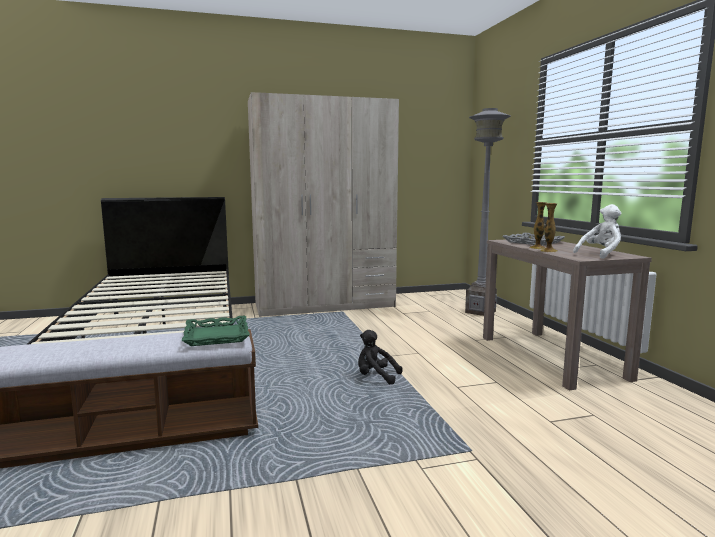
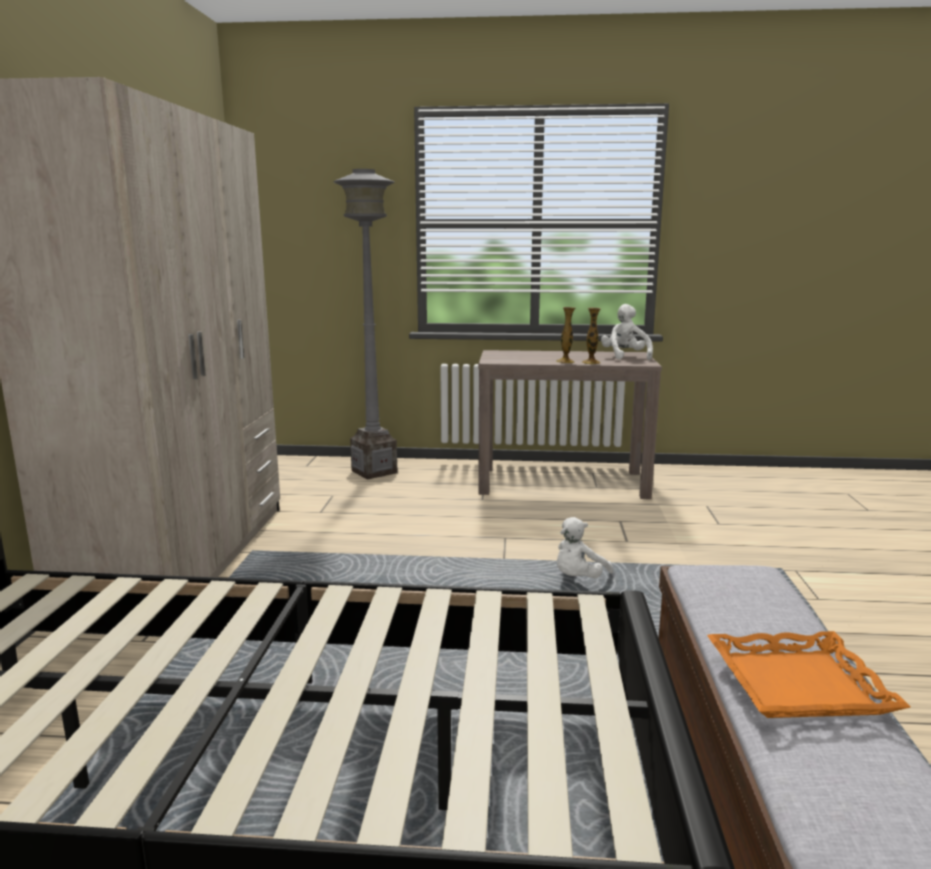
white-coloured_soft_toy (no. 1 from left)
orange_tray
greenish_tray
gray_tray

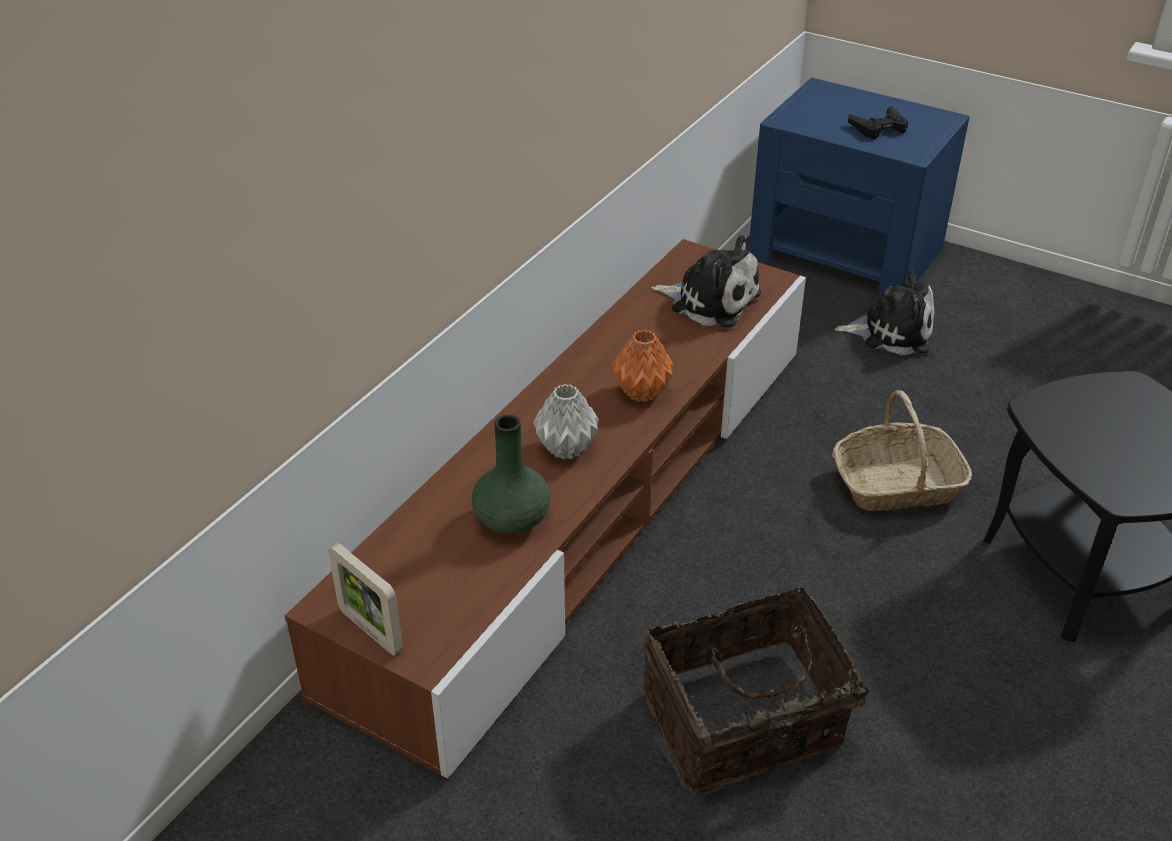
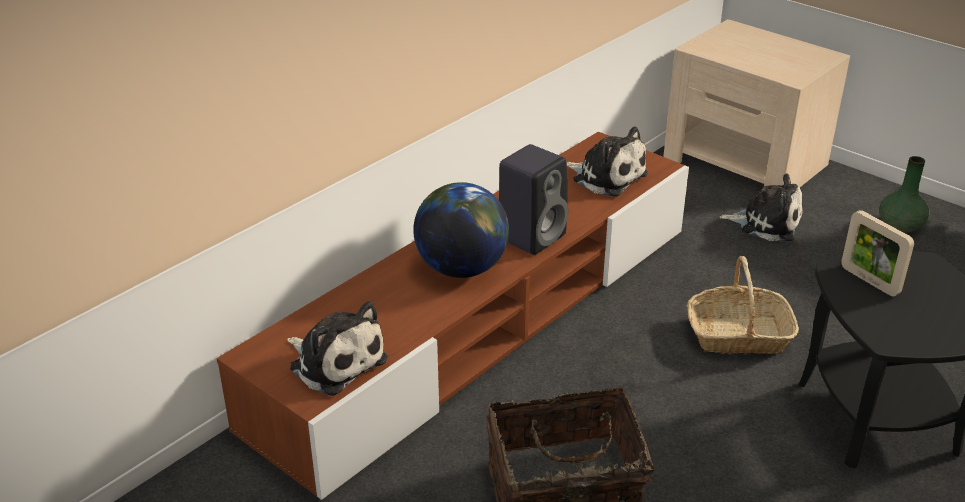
soft_toy (no. 1 from left)
desk_globe
blackish_audio_speaker
sand-coloured_night_table
picture_frame
greenish_flower_vase
blackish_joypad

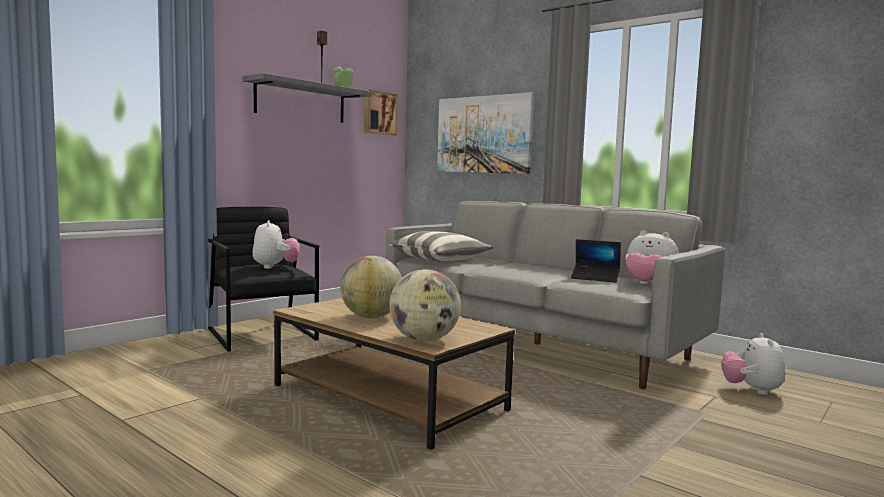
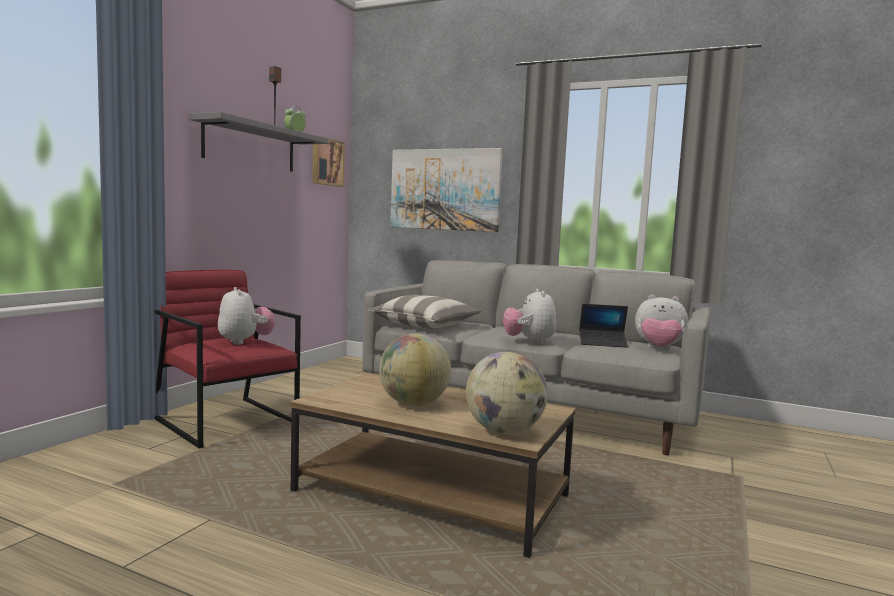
reddish_armchair
soft_toy (no. 2 from left)

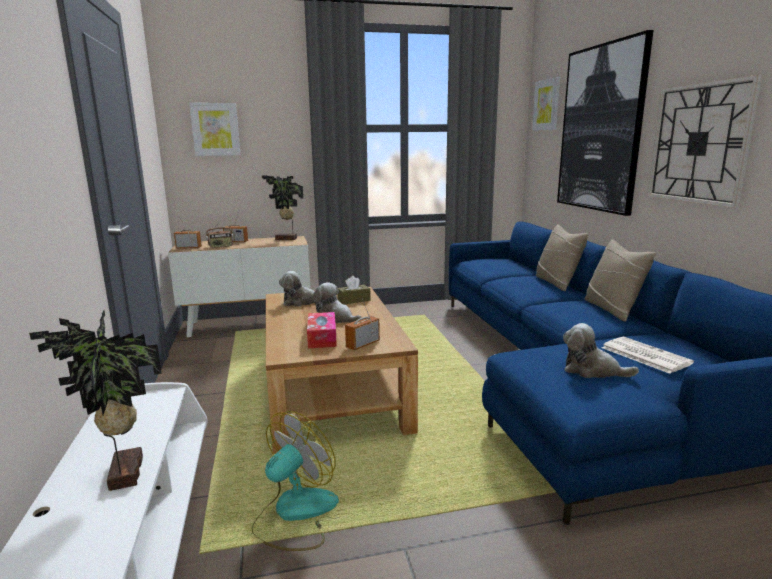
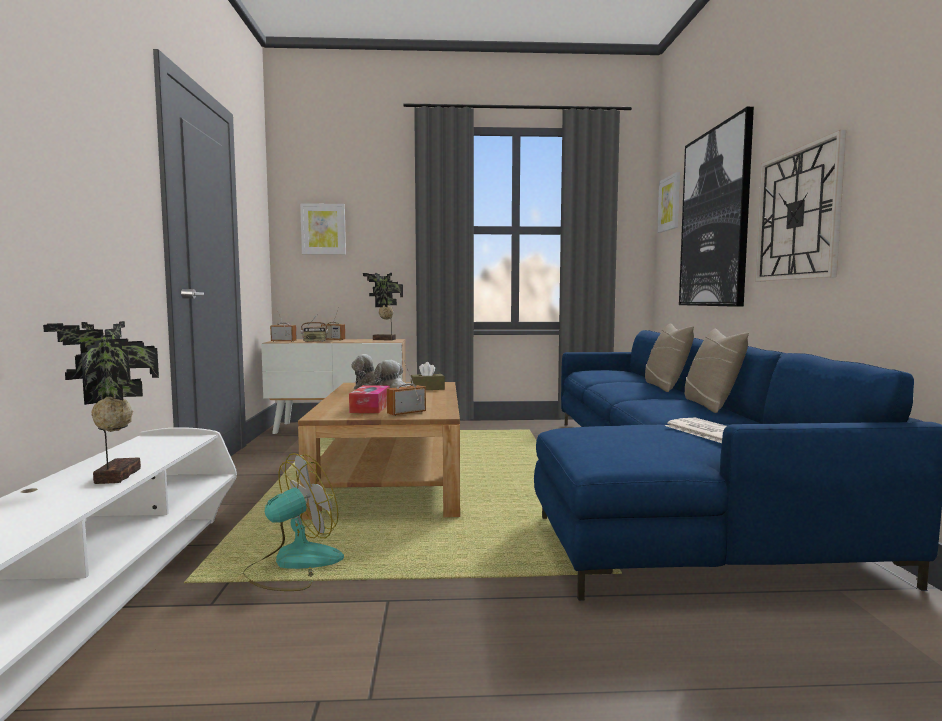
soft_toy (no. 3 from left in the first image)

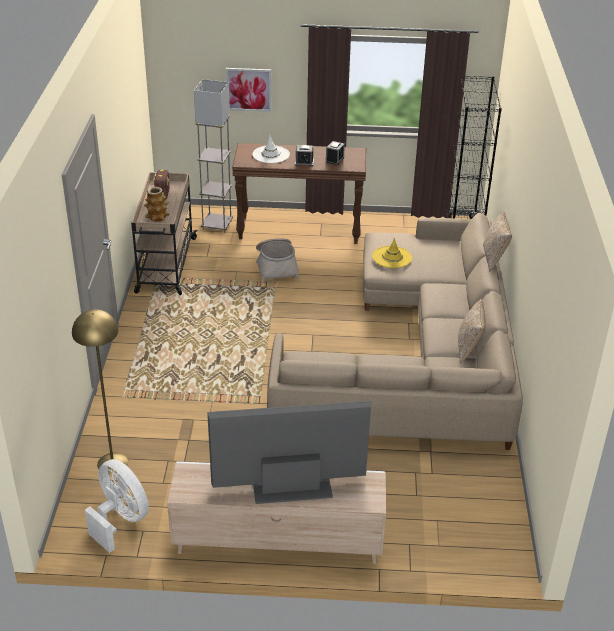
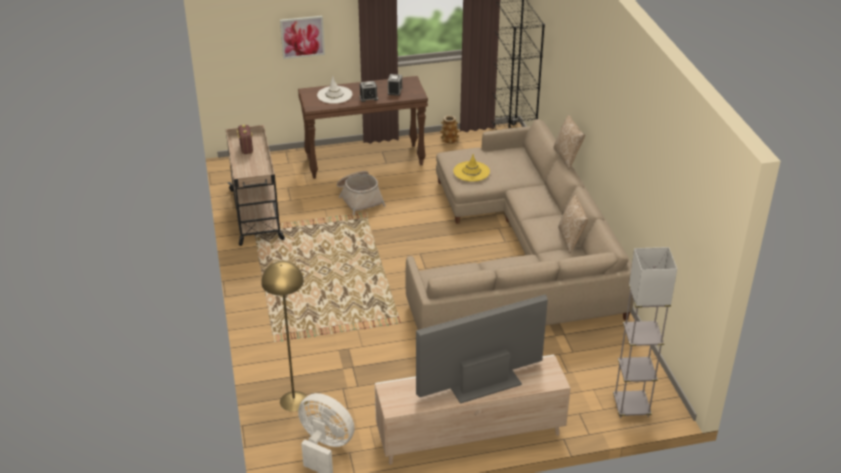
flower_vase
gray_floor_lamp

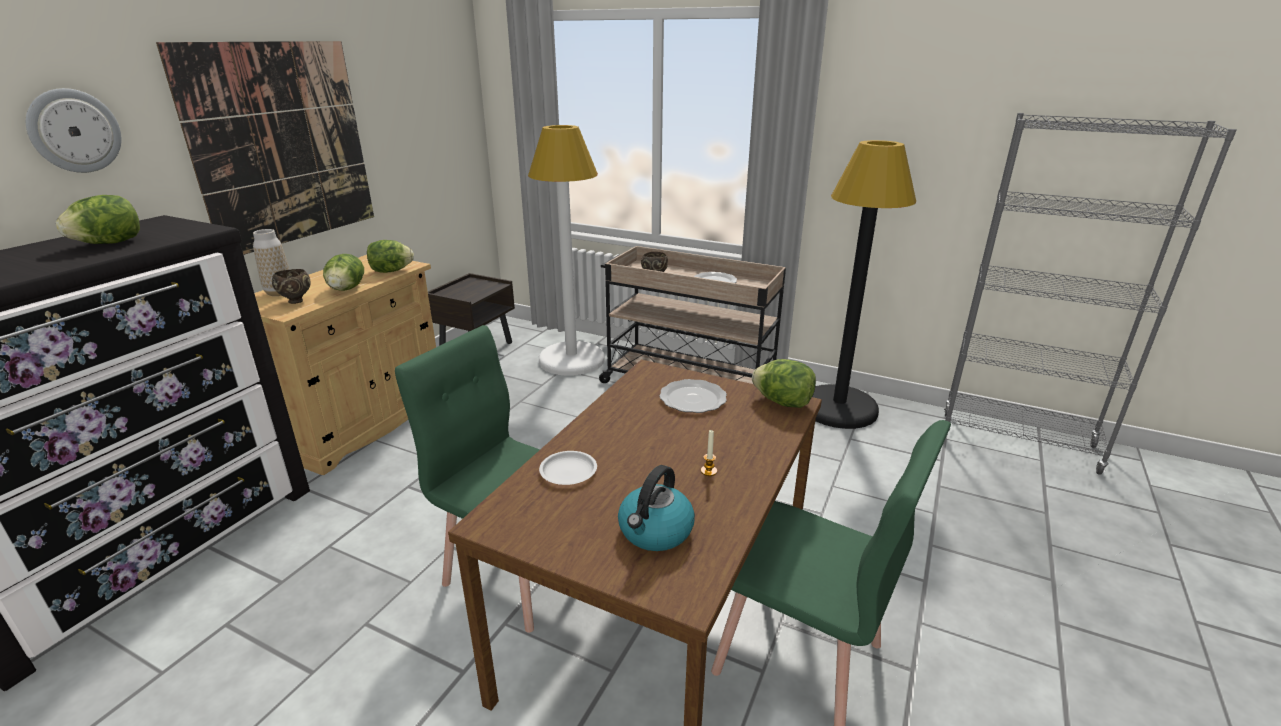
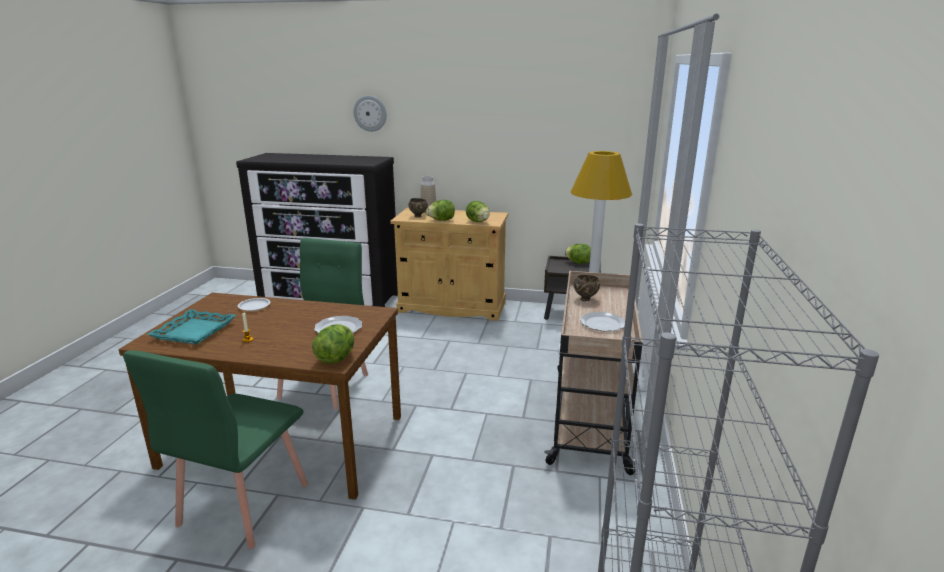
blue-green_tray
head_of_lettuce (no. 4 from left)
wall_picture
blackish_floor_lamp

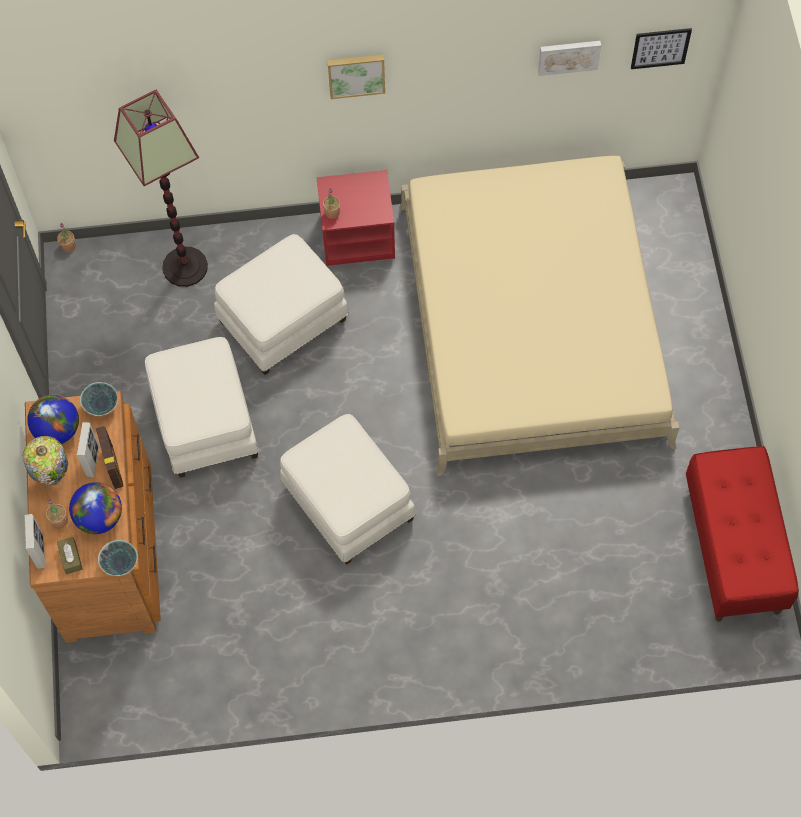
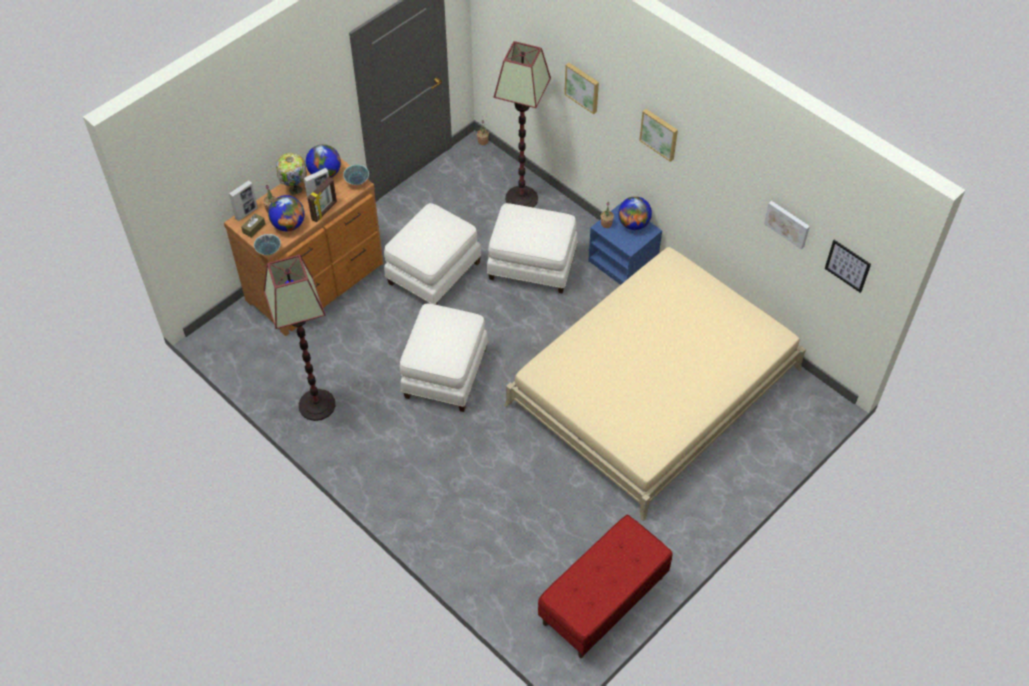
floor_lamp (no. 1 from left)
wall_picture (no. 1 from left)
blue-coloured_night_table
desk_globe (no. 3 from left)

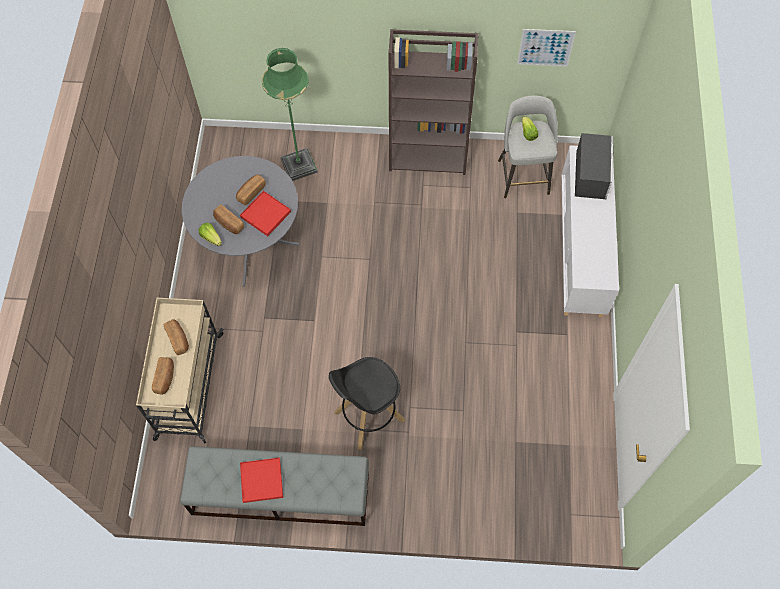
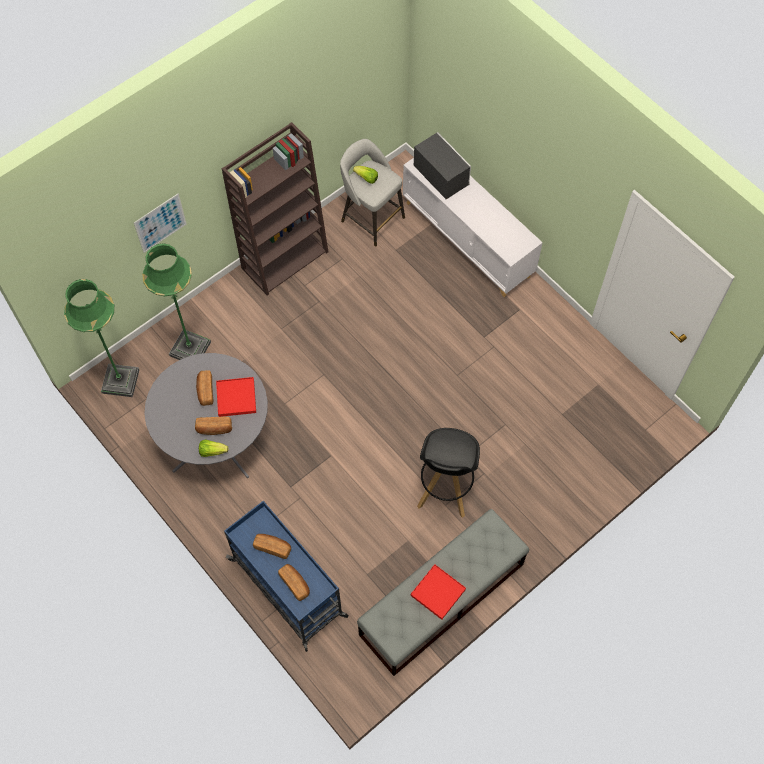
greenish_floor_lamp (no. 1 from left)
wall_picture
blue-coloured_cart

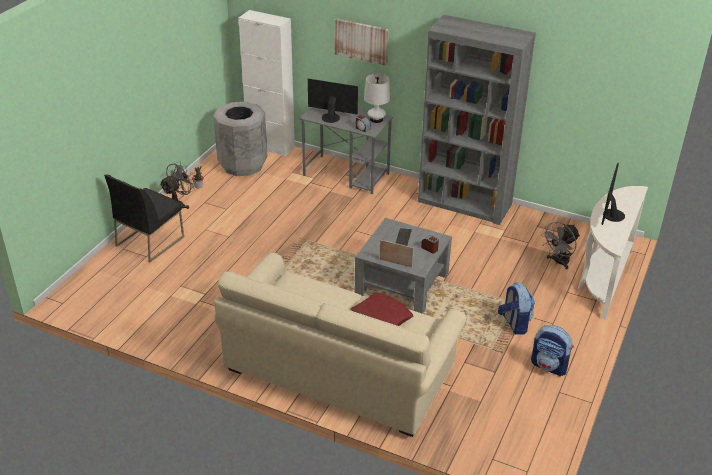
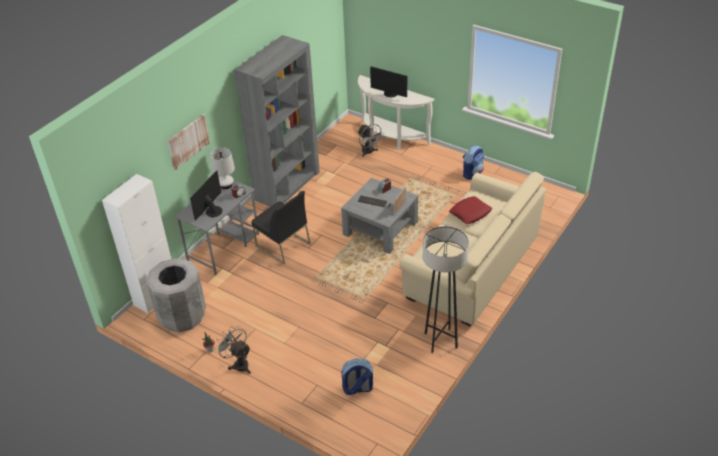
blackish_plain_chair
knapsack (no. 1 from left)
gray_floor_lamp

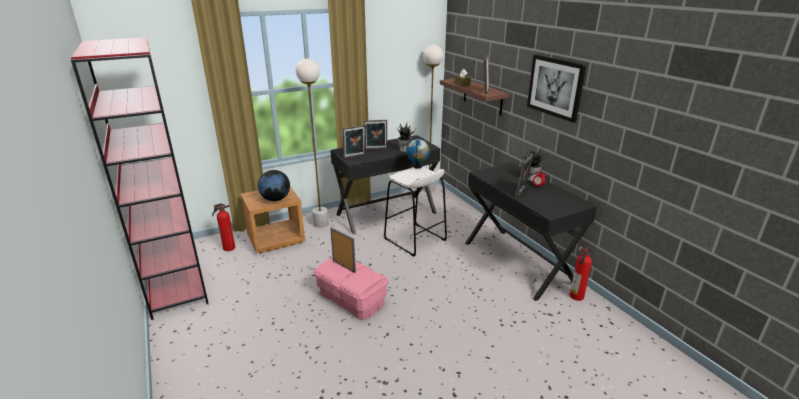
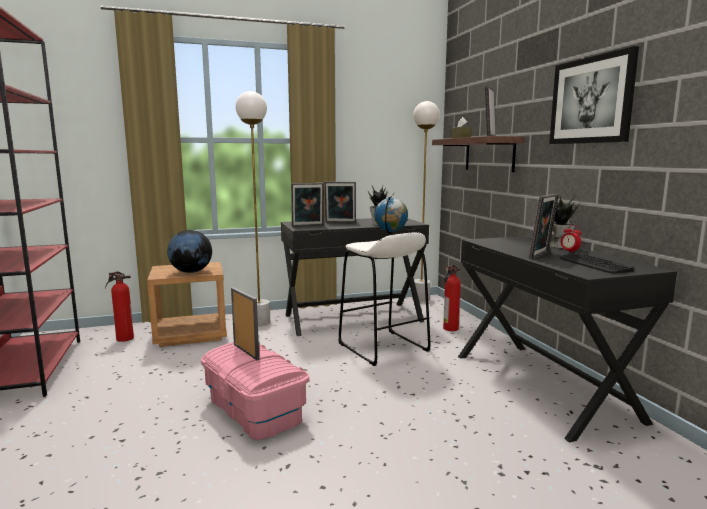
fire_extinguisher (no. 2 from left)
keyboard

